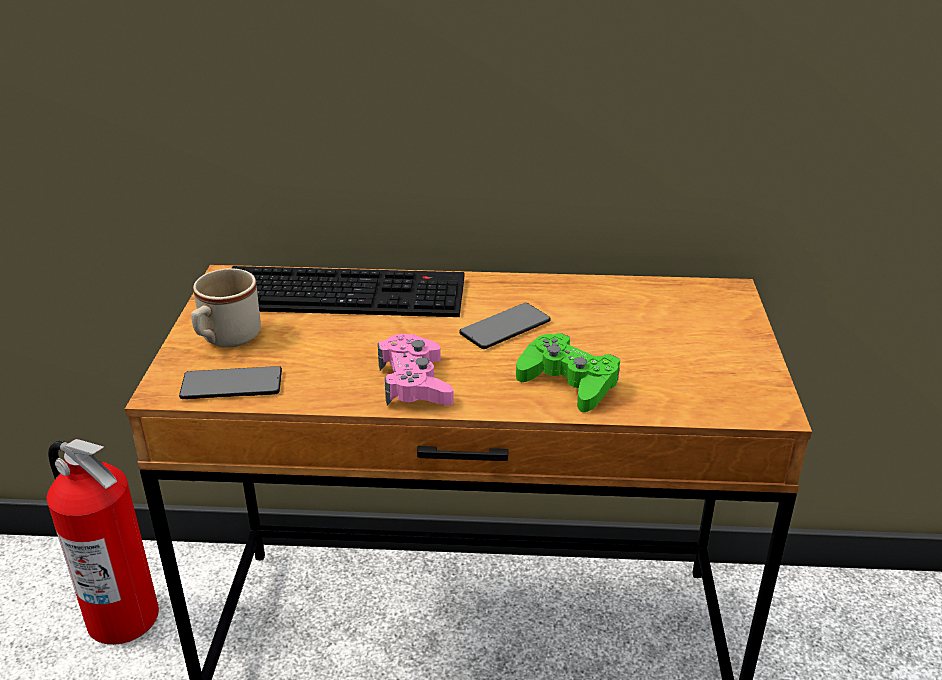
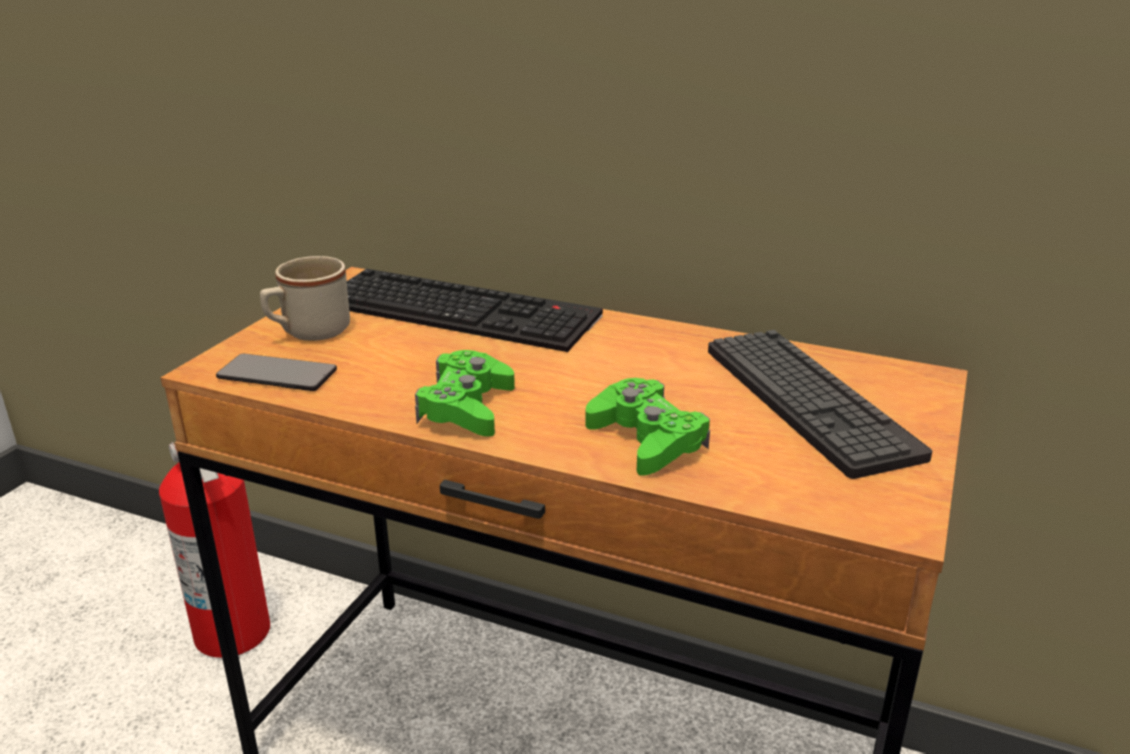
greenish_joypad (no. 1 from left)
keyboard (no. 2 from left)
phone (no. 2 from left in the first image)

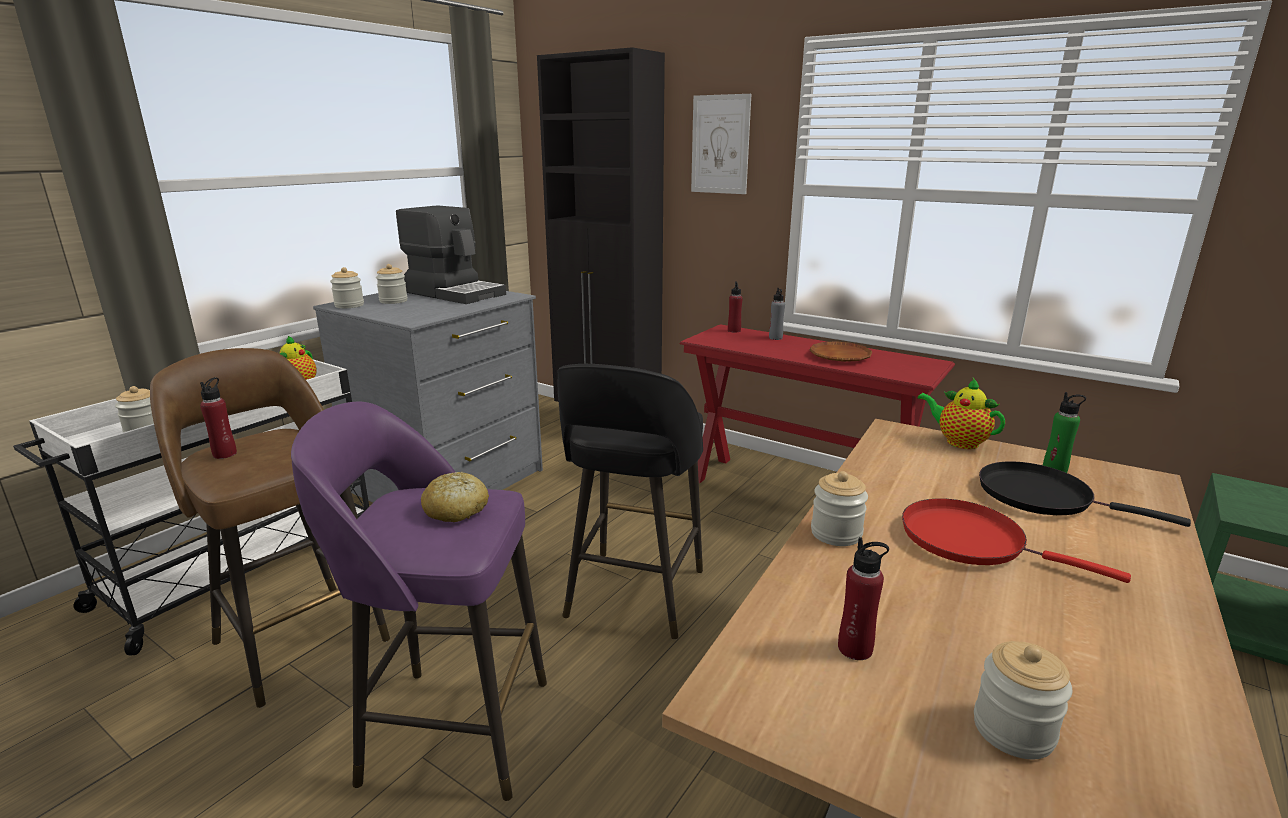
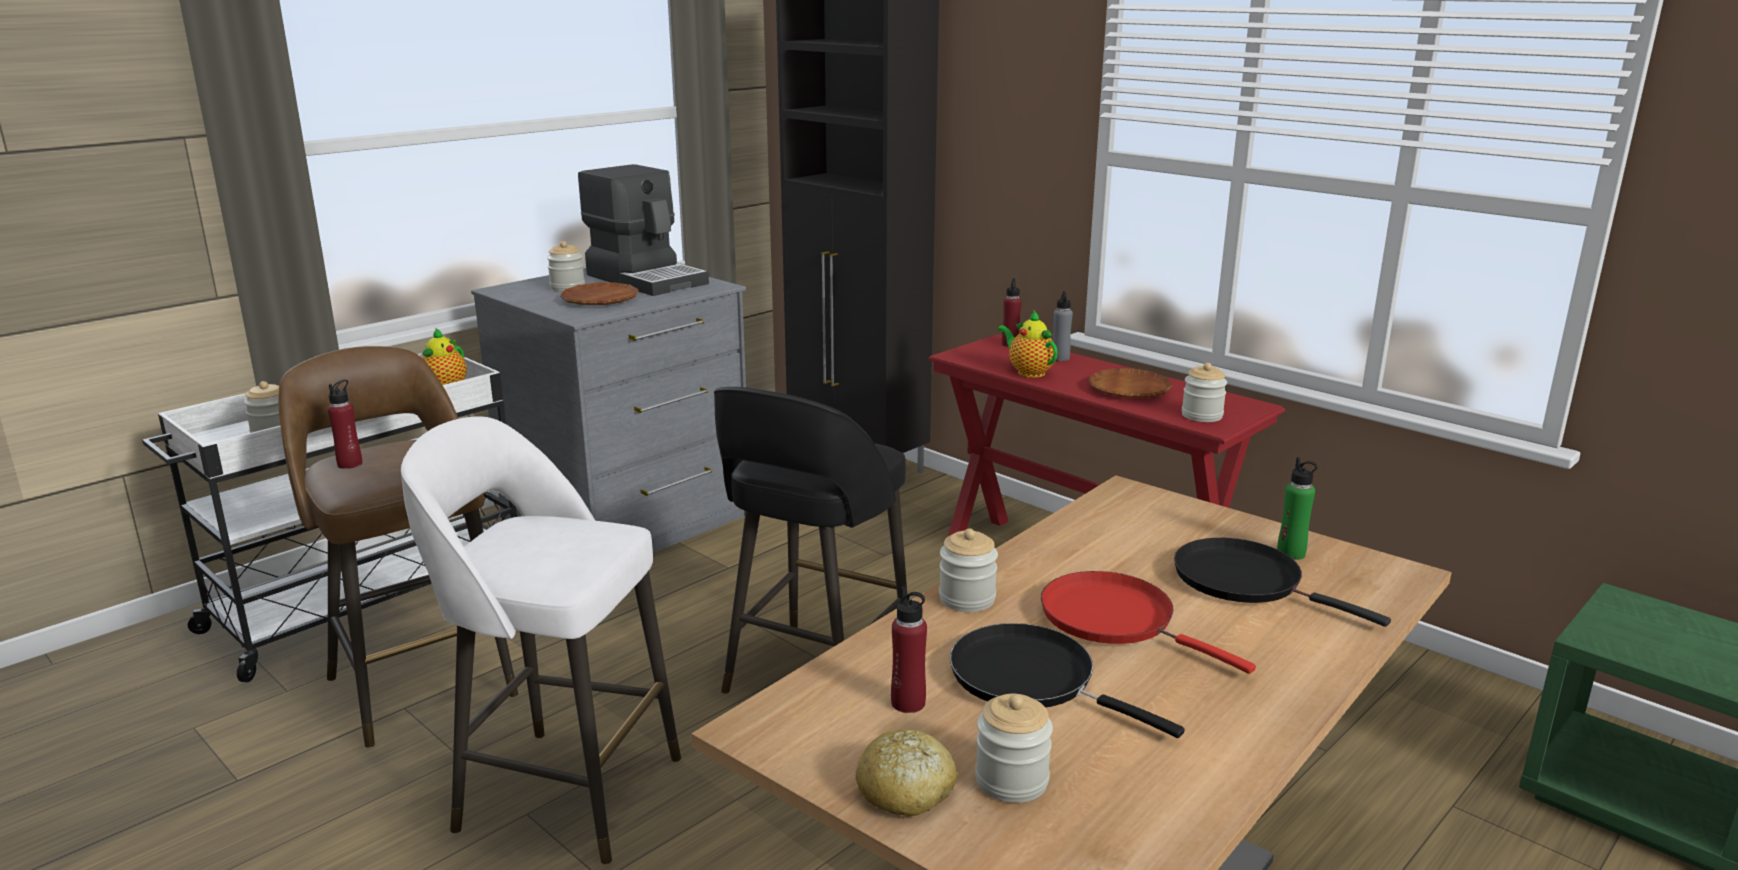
white-coloured_stool
brownish_plate (no. 1 from left)
baked_bread
blackish_pan (no. 1 from left)
tea_pot (no. 2 from left)
jar (no. 5 from left)
wall_picture

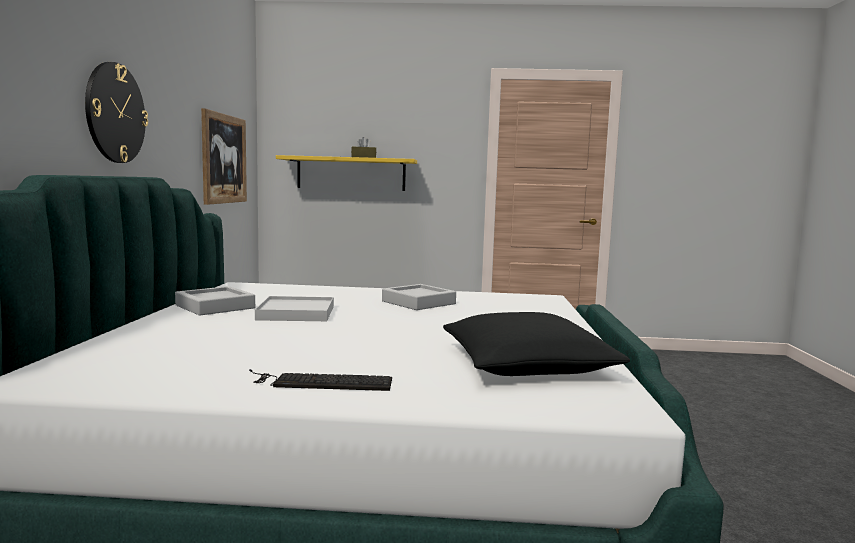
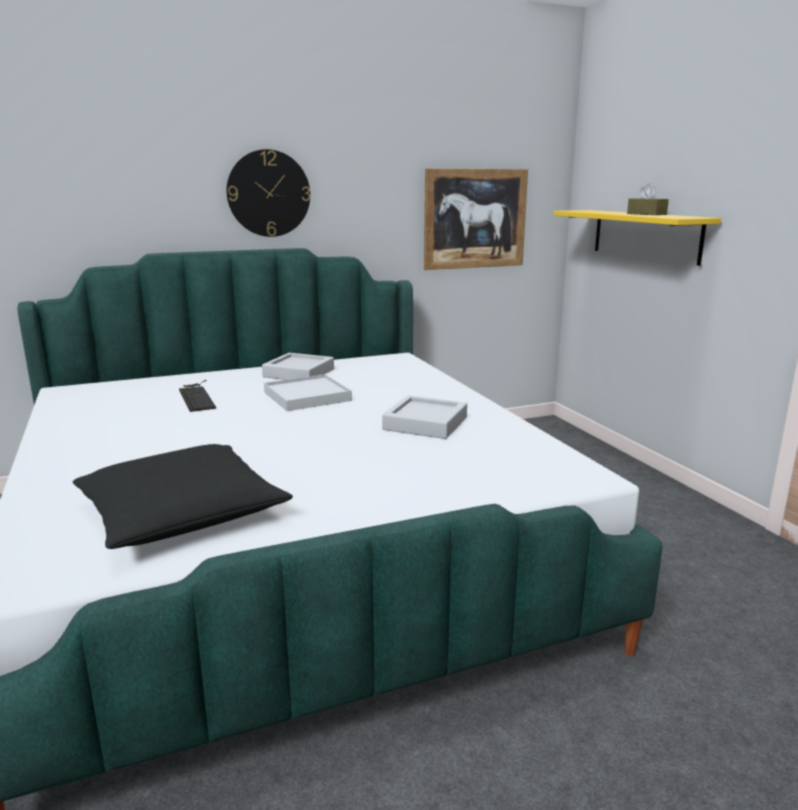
keyboard

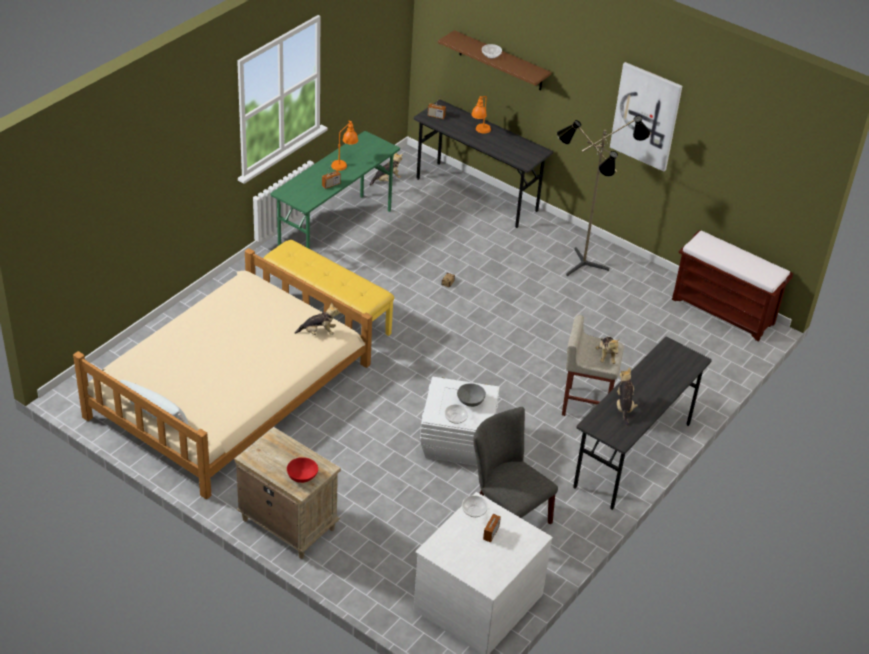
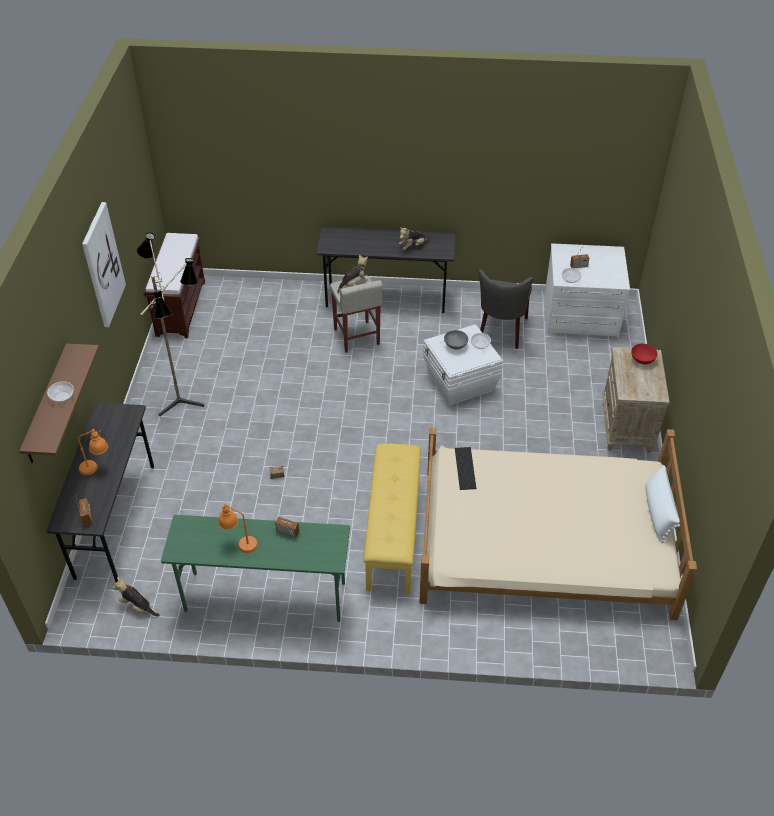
keyboard

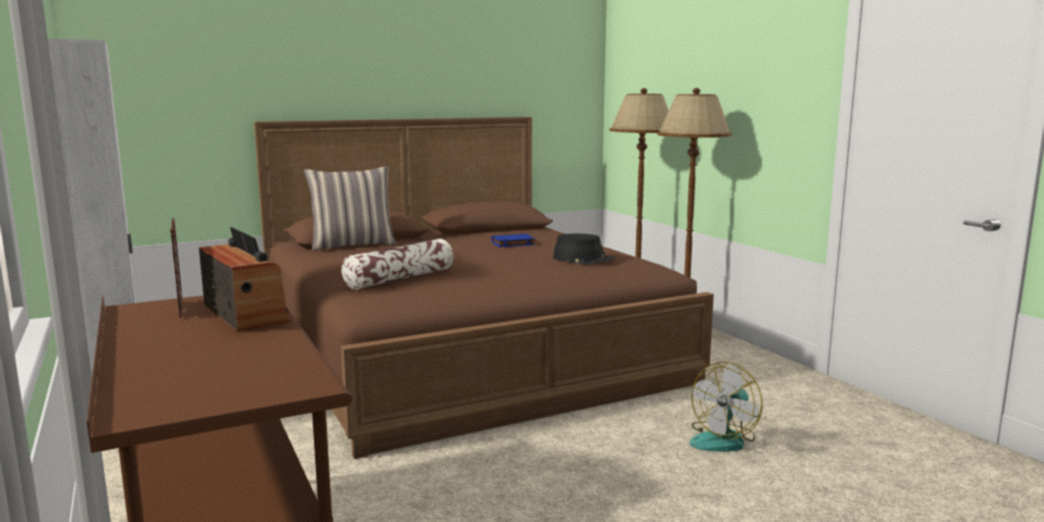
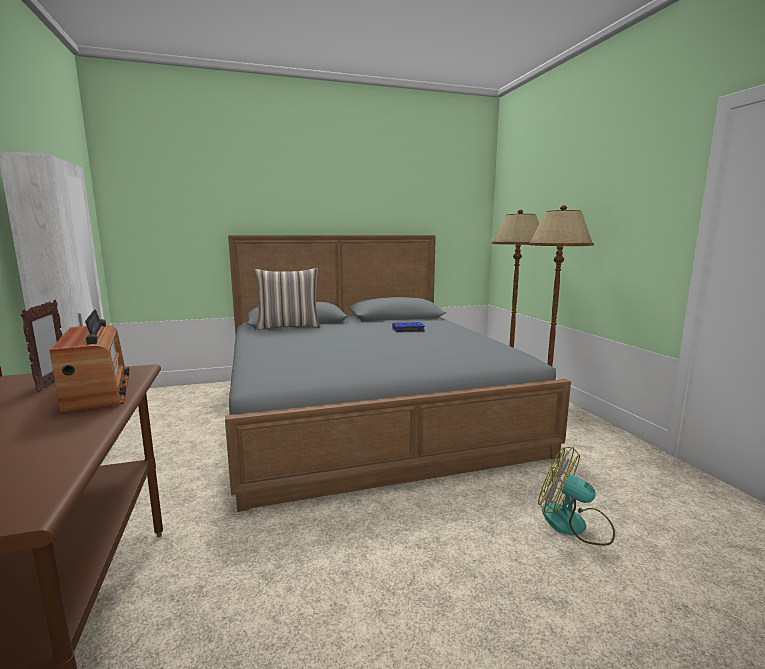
gray_sleeping_bed
electric_fan
throw_pillow (no. 2 from left in the first image)
blackish_wearable_hat

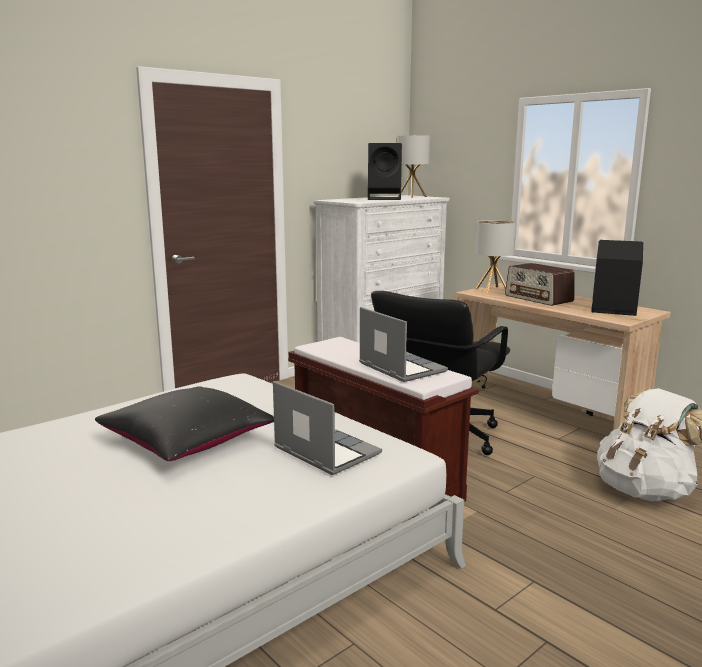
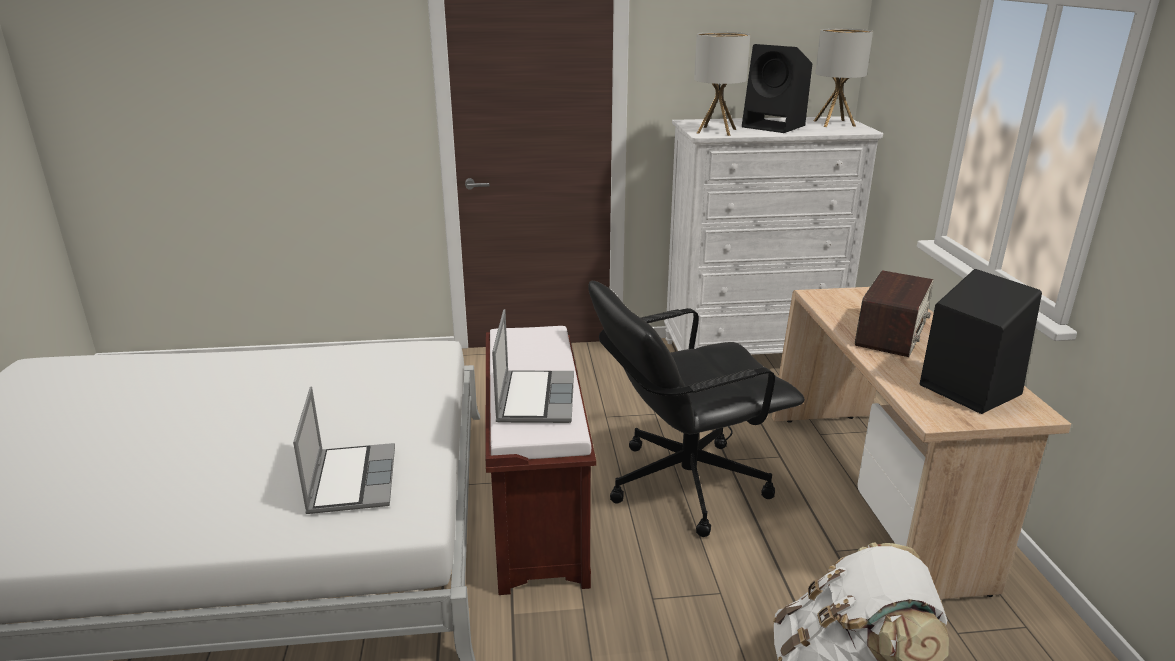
tabletop_lamp (no. 1 from left)
radio_set
blackish_throw_pillow

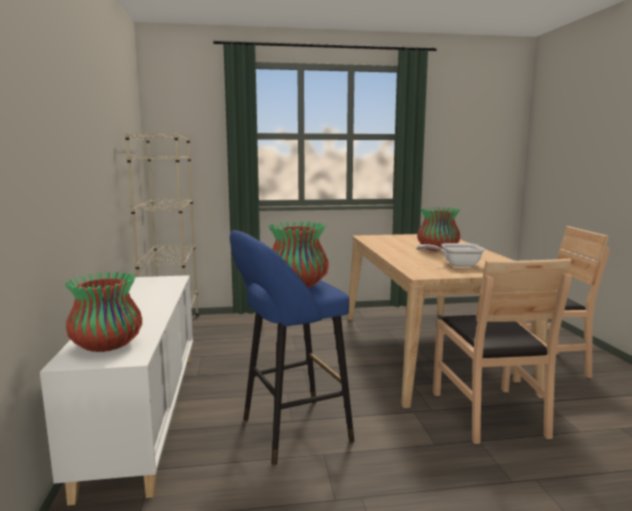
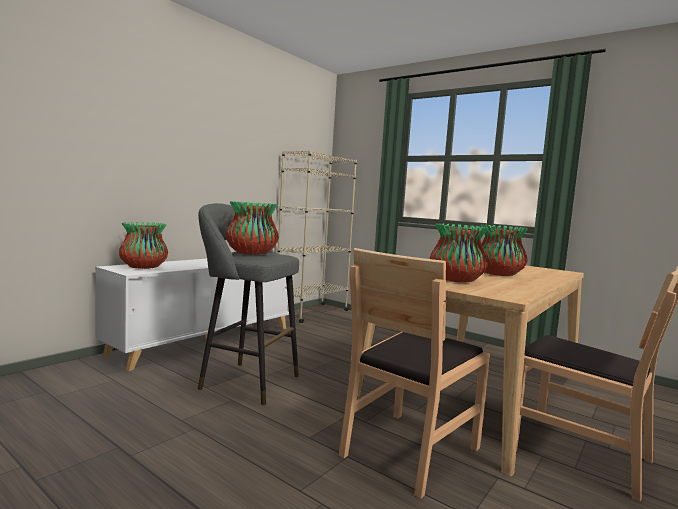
gray_stool
flower_vase (no. 3 from left)

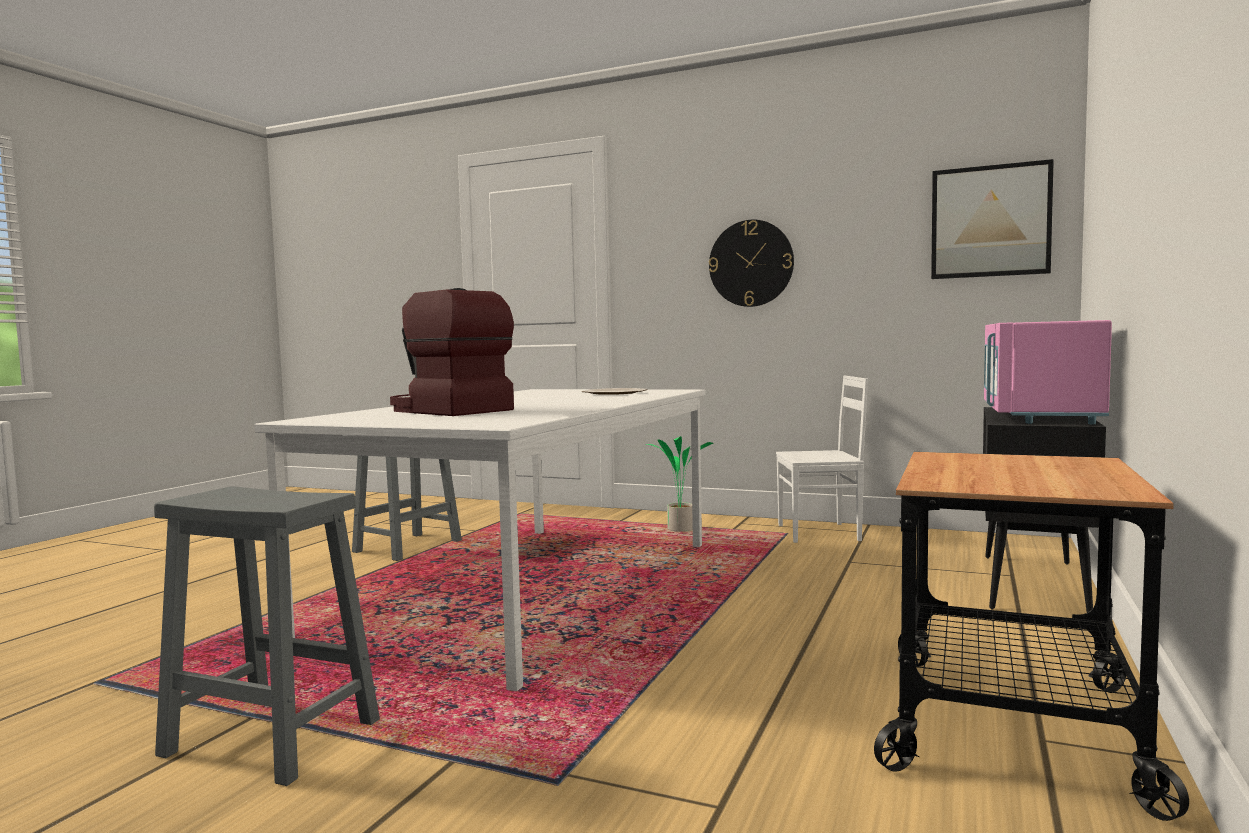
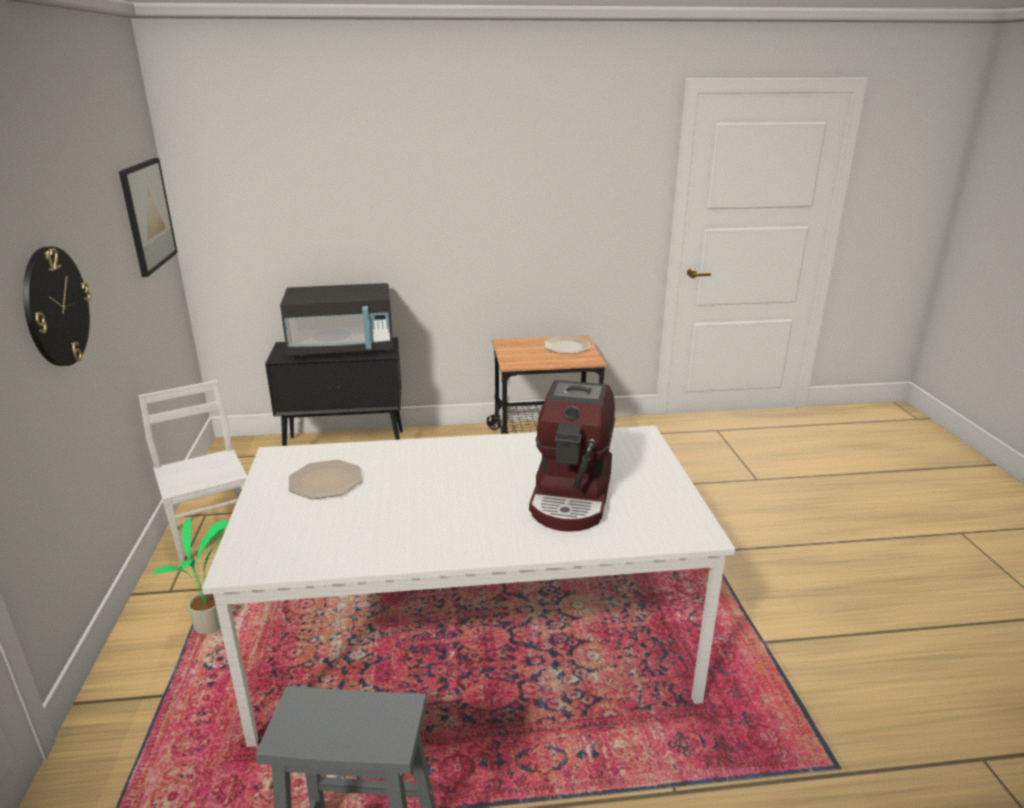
blackish_kitchen_microwave
plate (no. 2 from left)
gray_stool (no. 1 from left in the first image)

